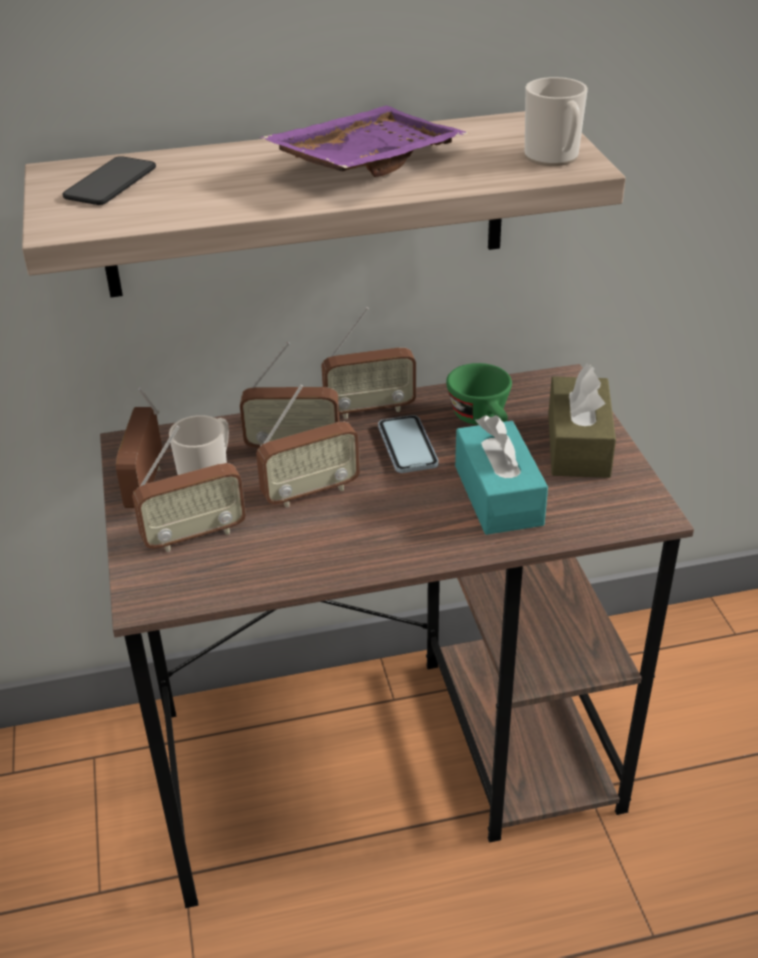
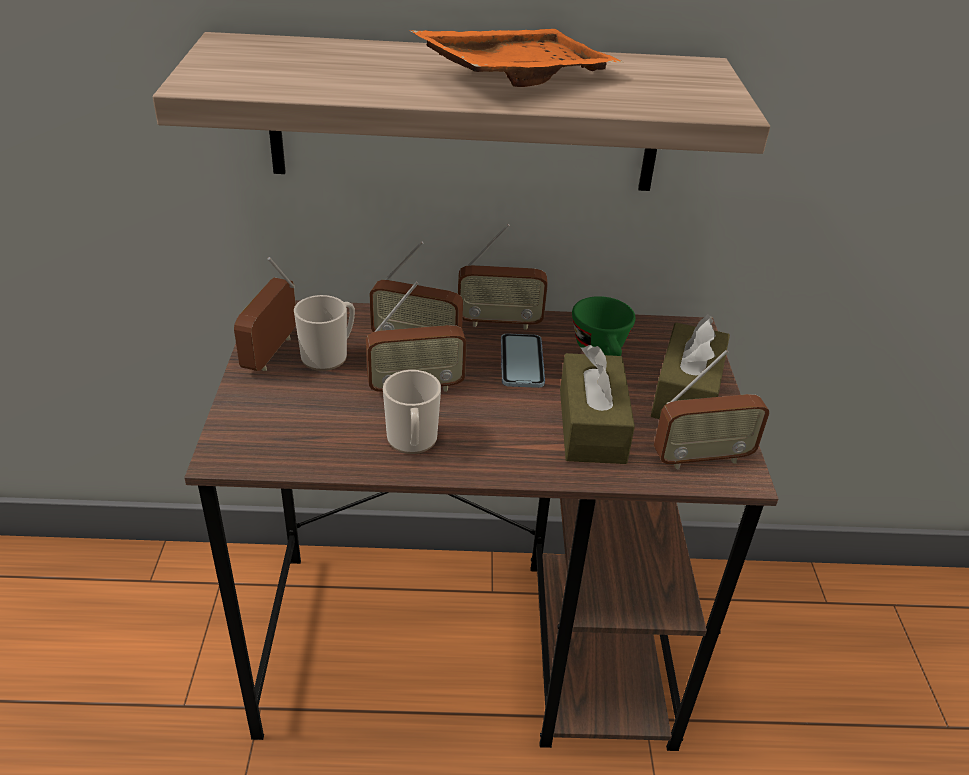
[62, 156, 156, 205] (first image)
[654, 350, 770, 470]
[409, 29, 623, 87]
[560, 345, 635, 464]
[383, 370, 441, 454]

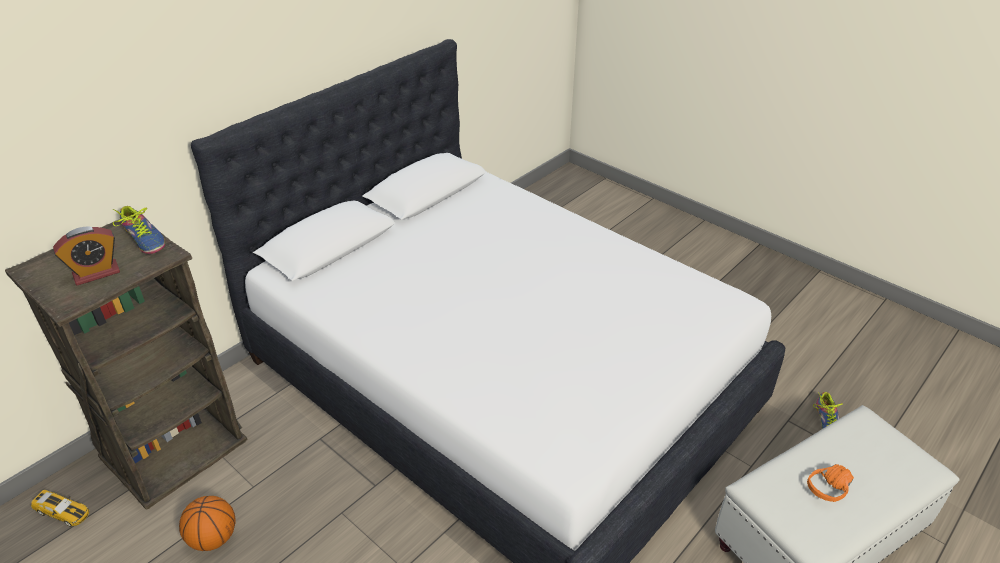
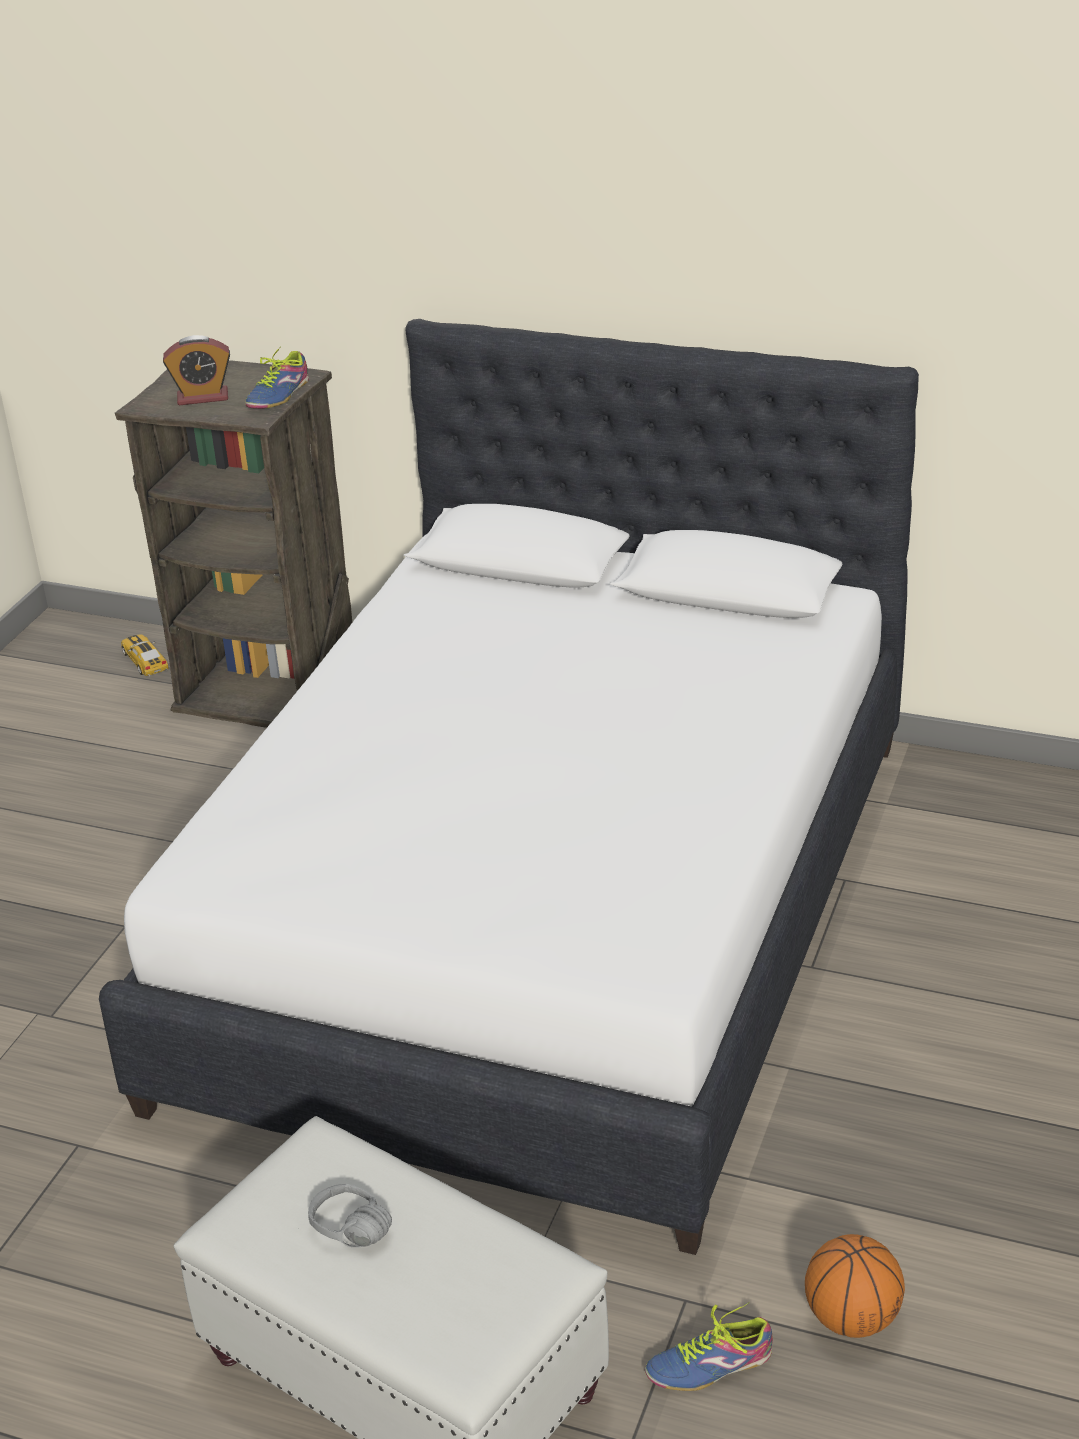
[121, 634, 169, 676]
[163, 335, 230, 405]
[805, 1234, 905, 1338]
[308, 1184, 392, 1248]

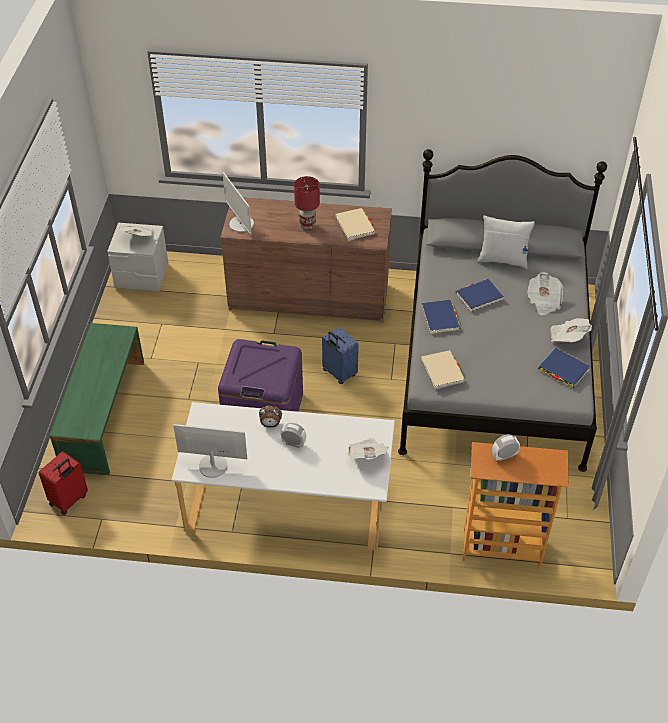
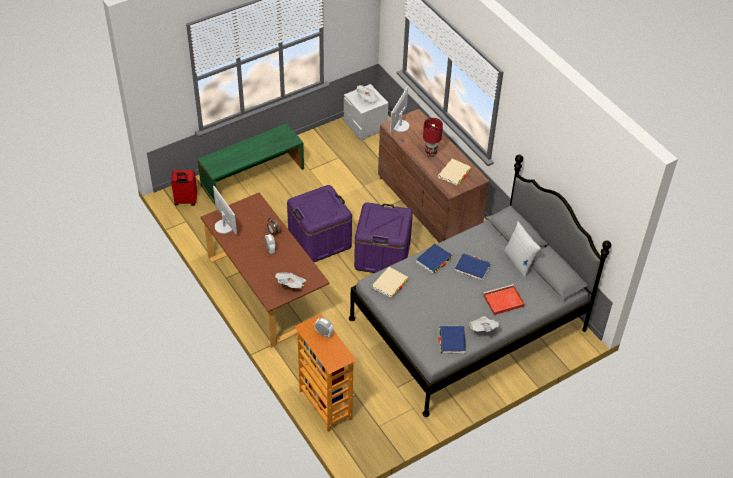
[201, 193, 330, 348]
[354, 202, 413, 273]
[483, 284, 525, 315]

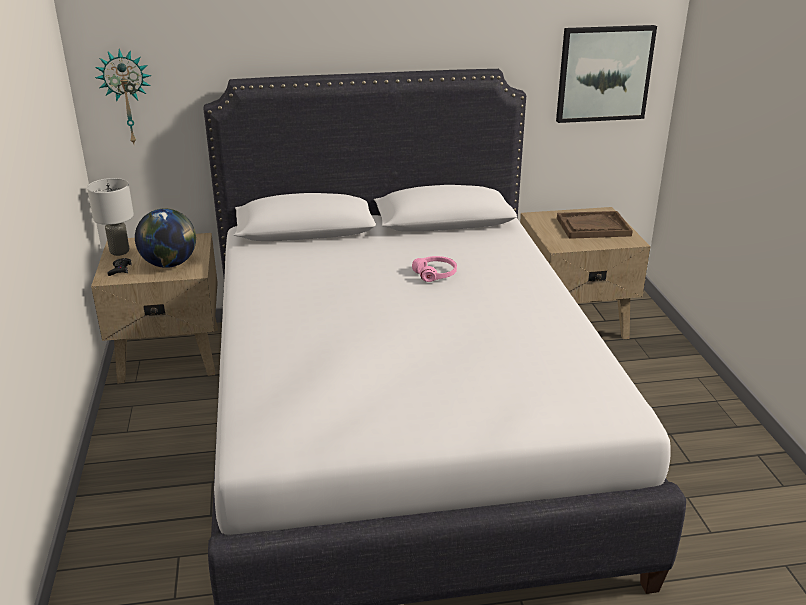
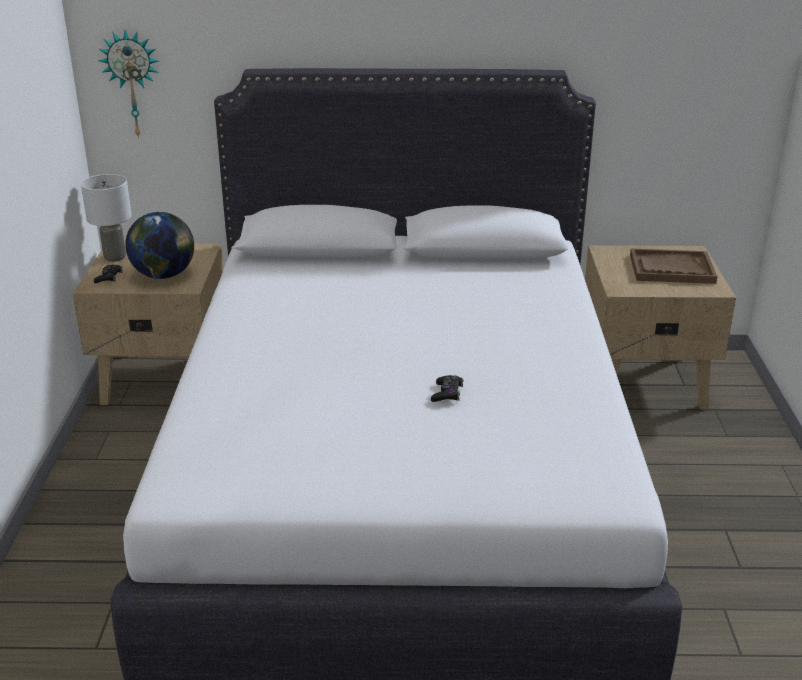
[412, 256, 457, 282] (first image)
[556, 25, 657, 123] (first image)
[431, 375, 464, 402]

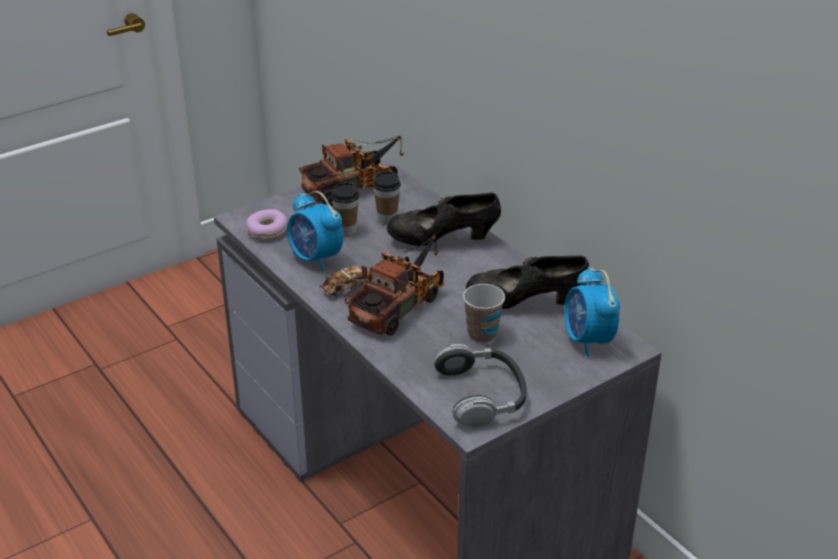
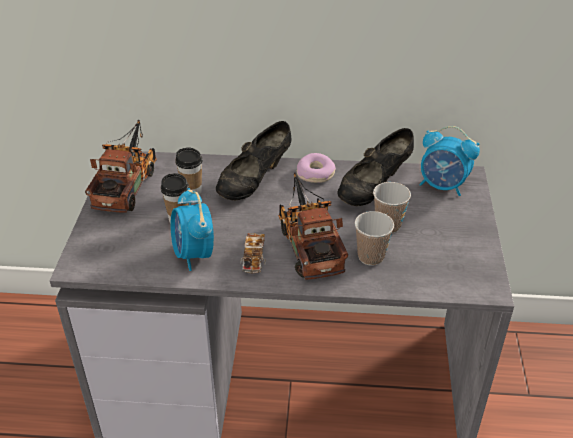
[297, 153, 336, 183]
[170, 188, 214, 271]
[434, 344, 526, 428] (first image)
[355, 211, 394, 266]

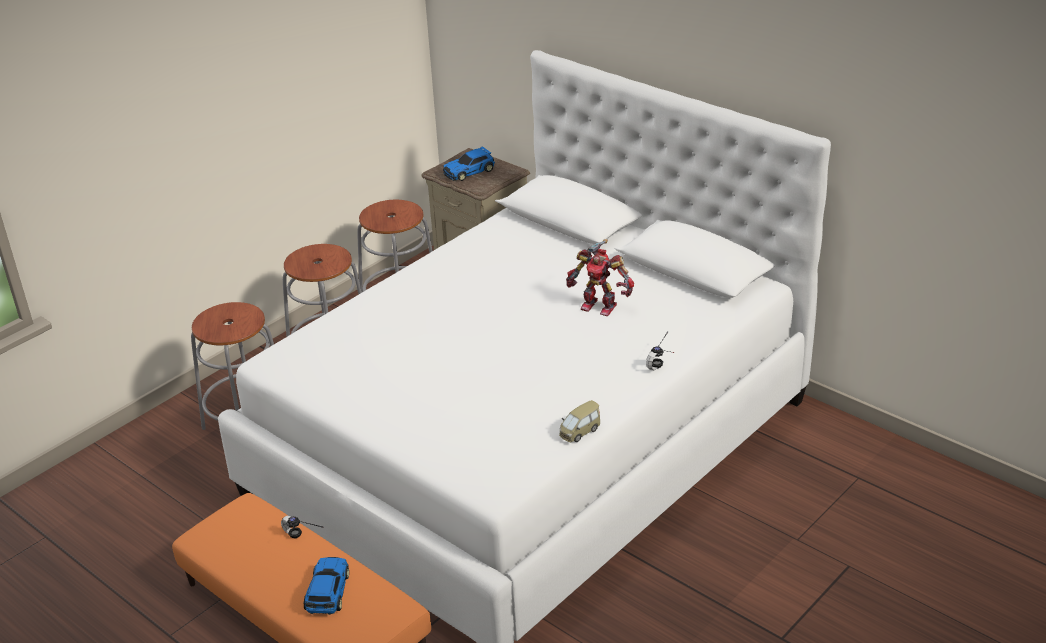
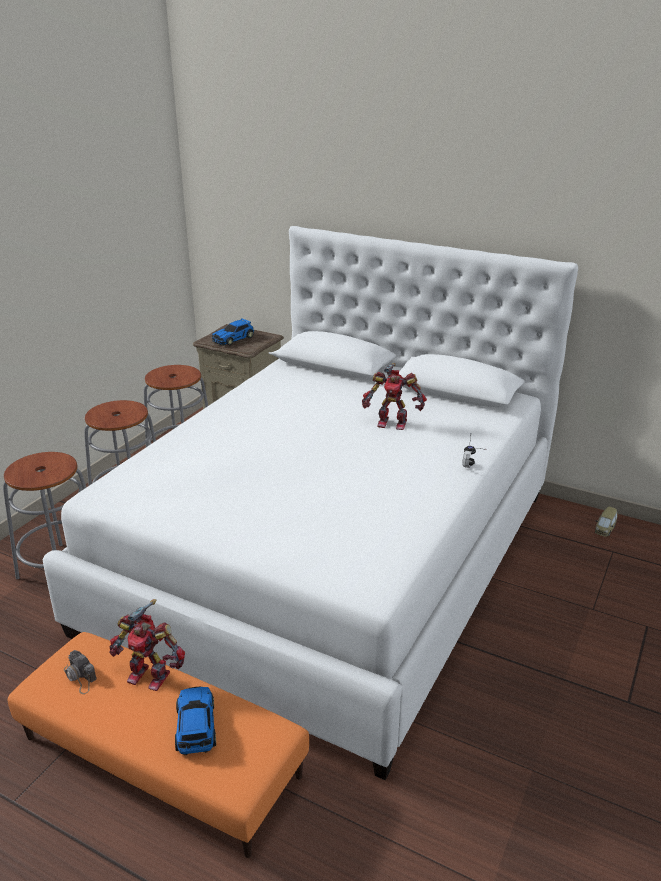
[109, 599, 185, 691]
[595, 507, 618, 537]
[64, 650, 96, 694]

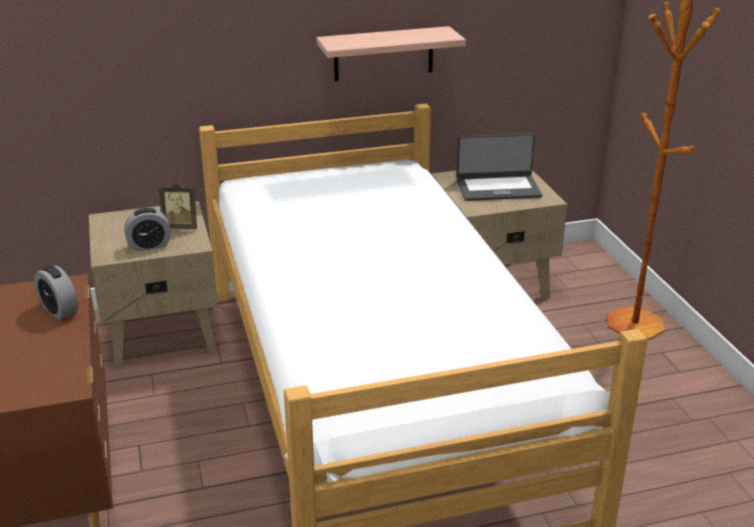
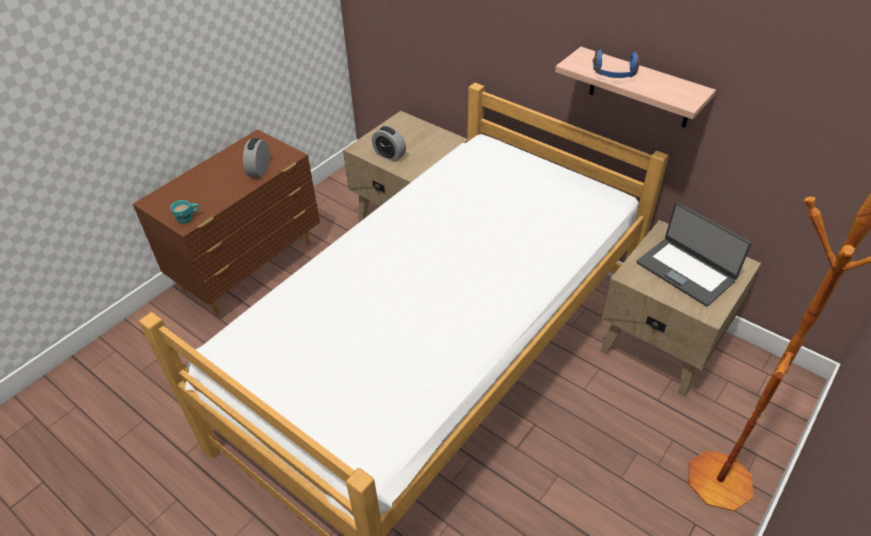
[159, 182, 197, 229] (first image)
[170, 200, 199, 224]
[593, 50, 640, 78]

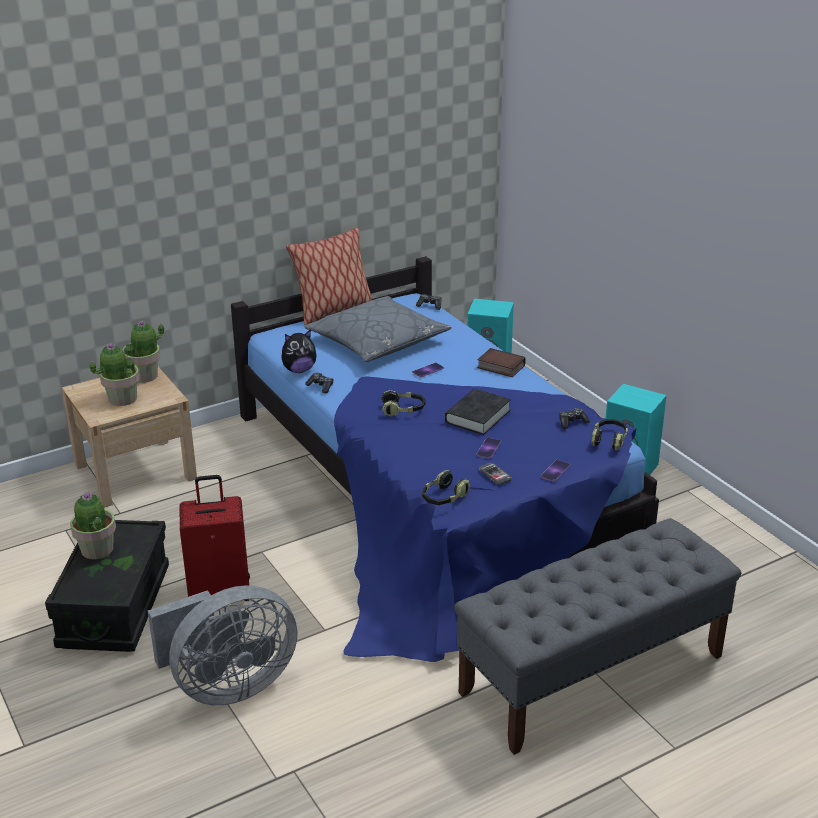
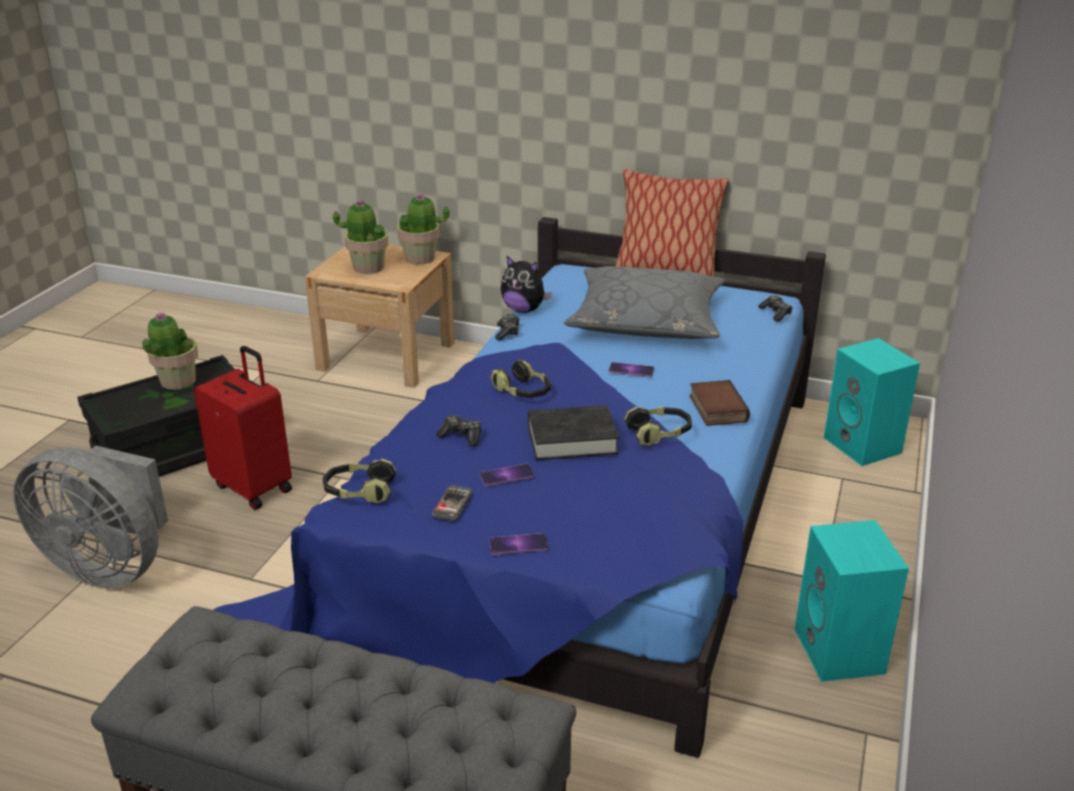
[437, 415, 481, 446]
[624, 406, 692, 446]

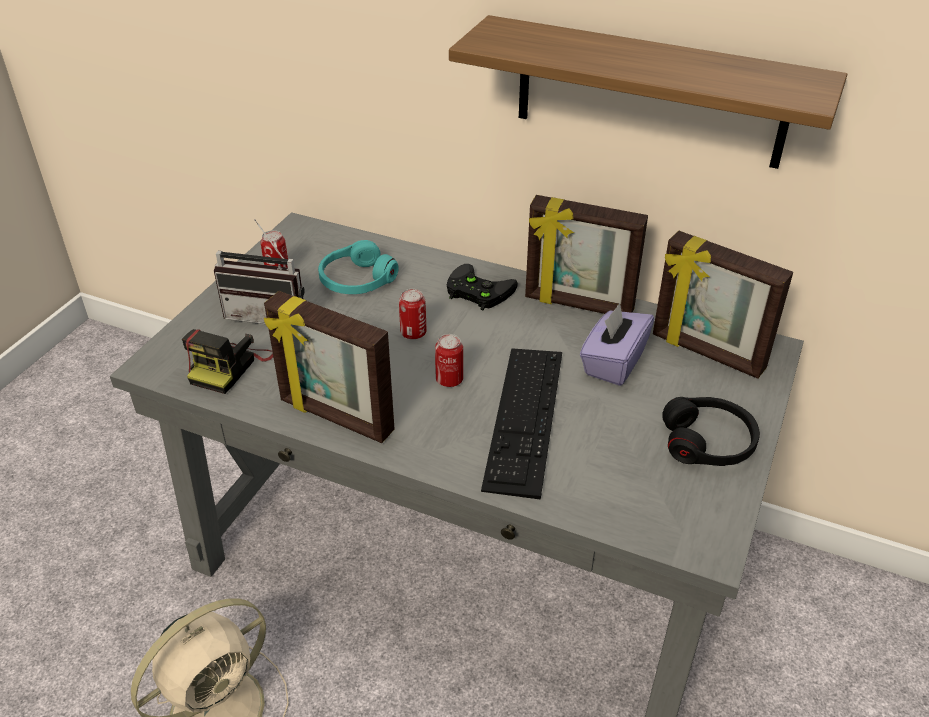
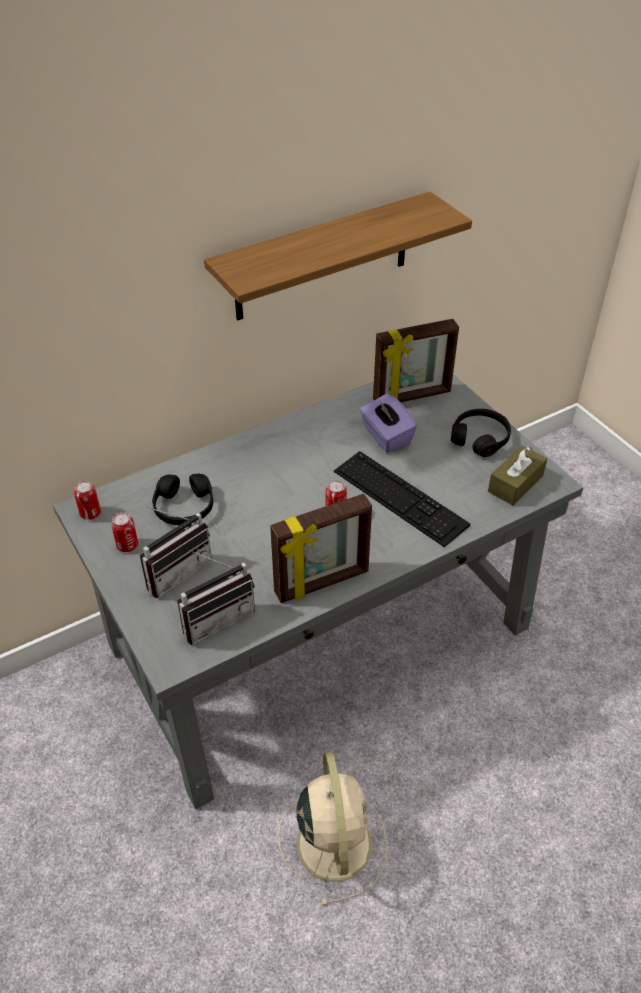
[177, 551, 255, 645]
[152, 473, 213, 525]
[74, 481, 101, 520]
[447, 264, 518, 311] (first image)
[525, 195, 648, 314] (first image)
[488, 445, 547, 506]

